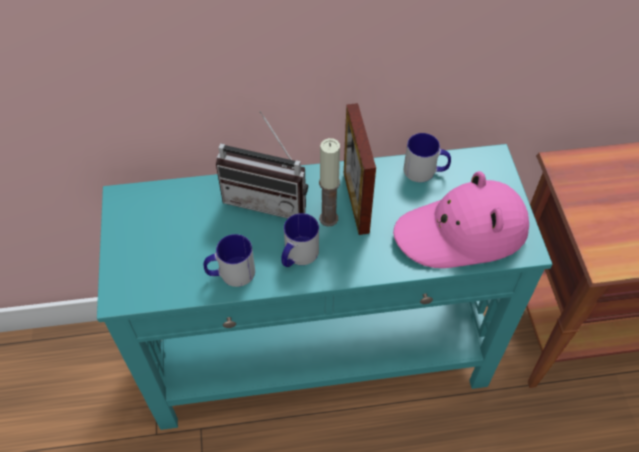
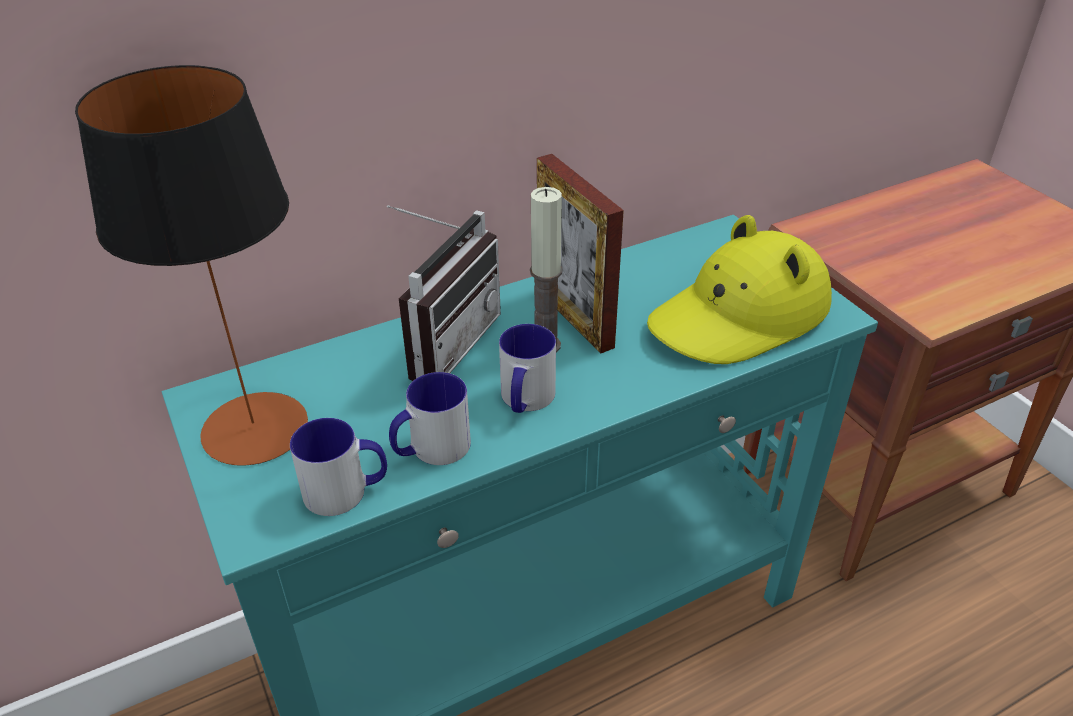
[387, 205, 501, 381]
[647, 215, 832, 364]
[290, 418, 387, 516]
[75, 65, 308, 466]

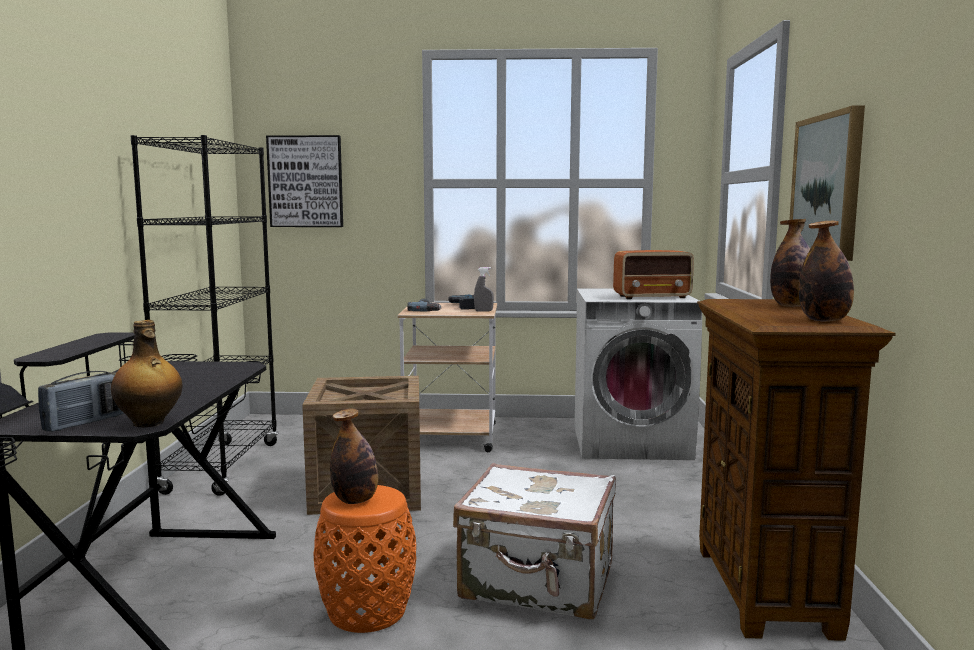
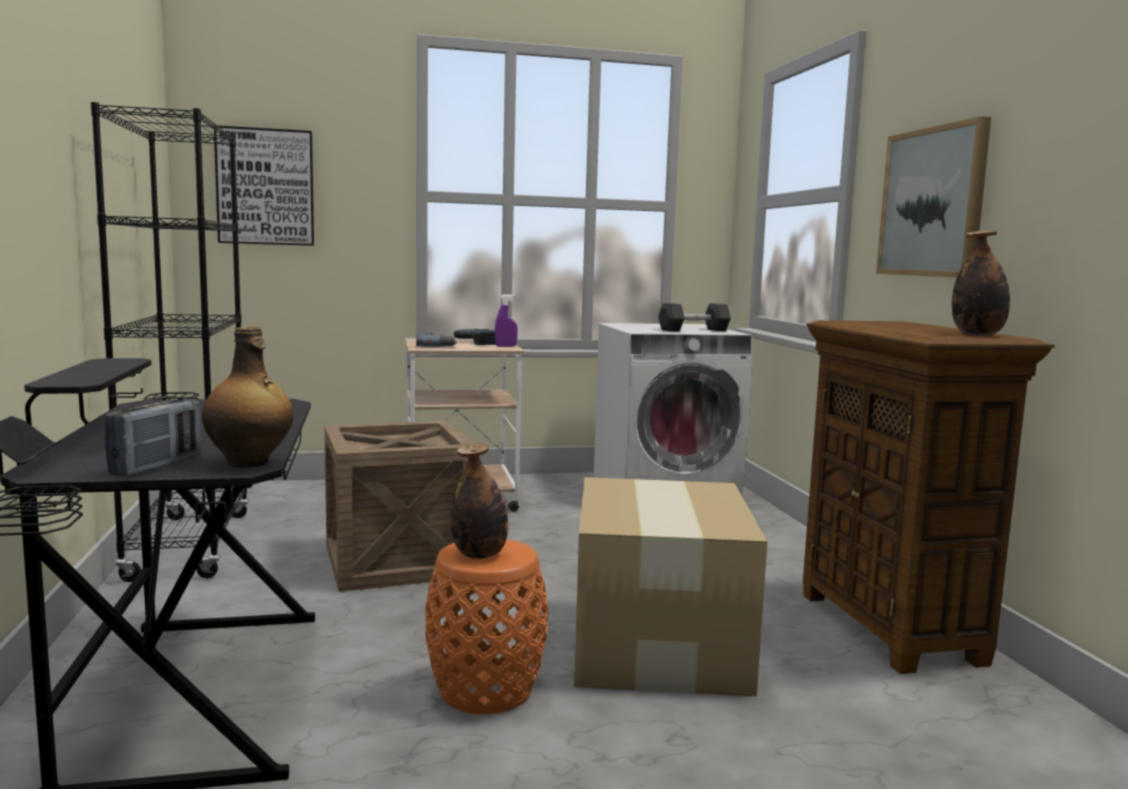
[574, 477, 768, 696]
[495, 294, 518, 347]
[658, 303, 731, 331]
[770, 219, 810, 306] (first image)

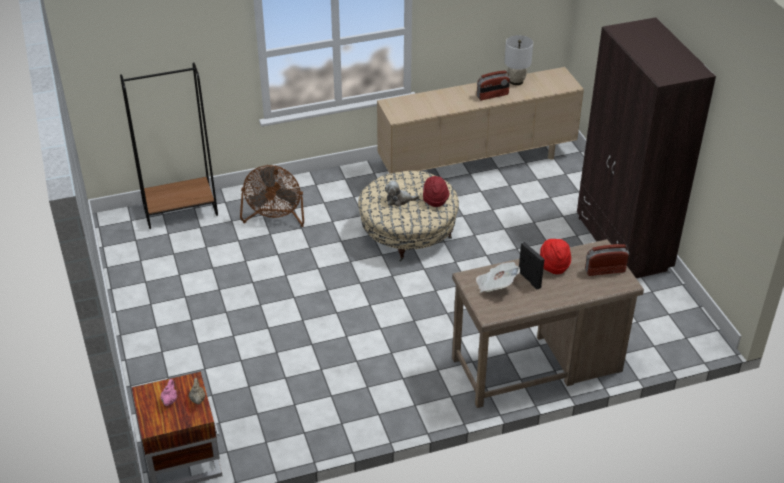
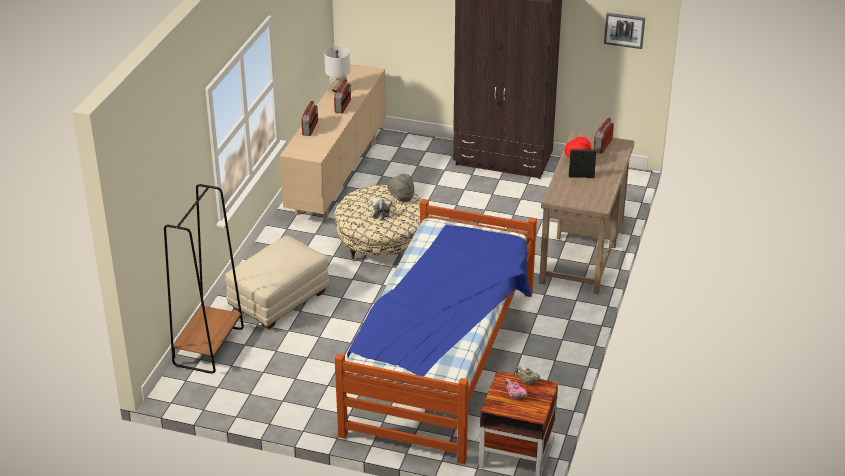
[225, 236, 329, 329]
[388, 174, 415, 202]
[476, 262, 520, 293] (first image)
[301, 101, 318, 136]
[335, 199, 537, 464]
[604, 13, 645, 49]

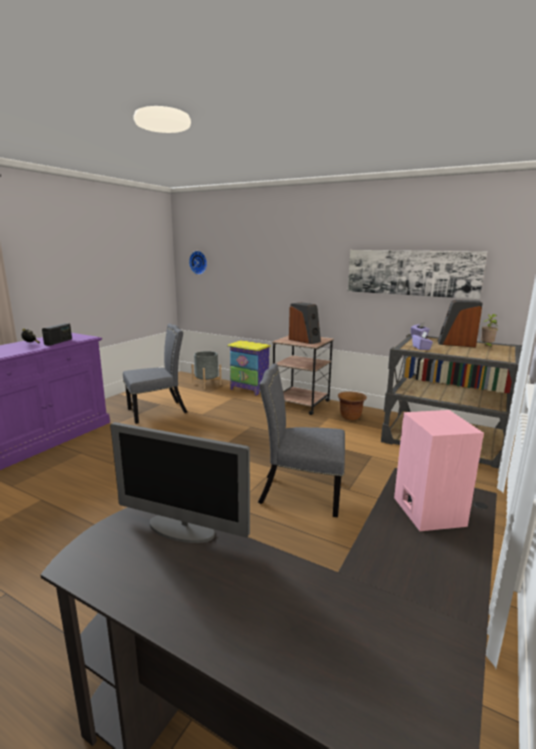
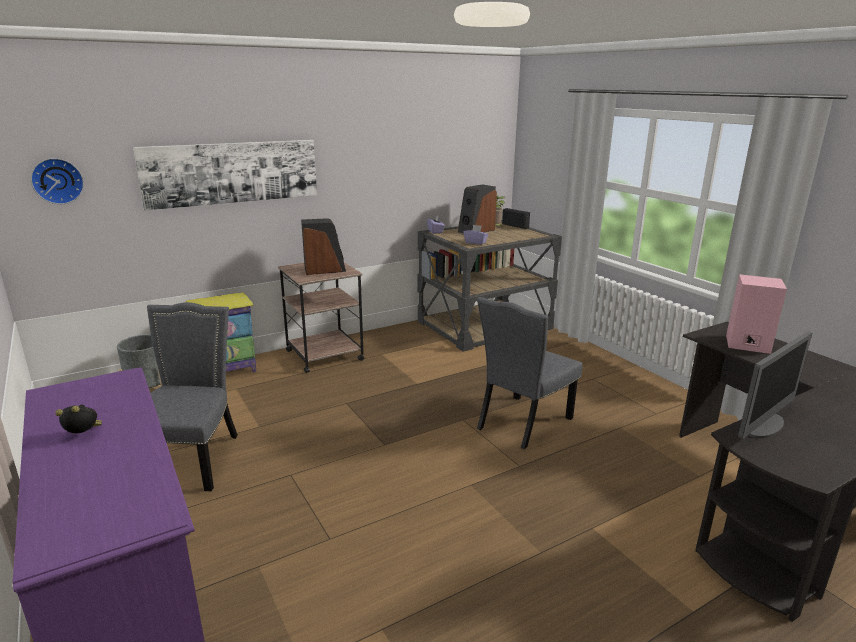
[502, 208, 530, 229]
[338, 391, 367, 420] (first image)
[133, 140, 317, 211]

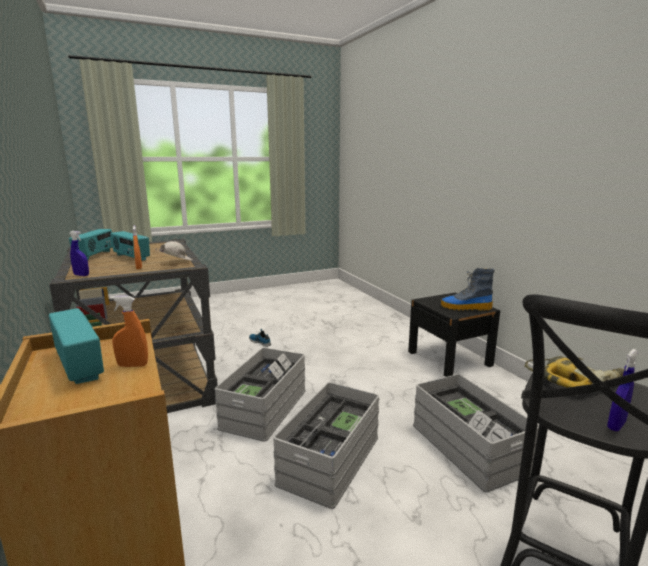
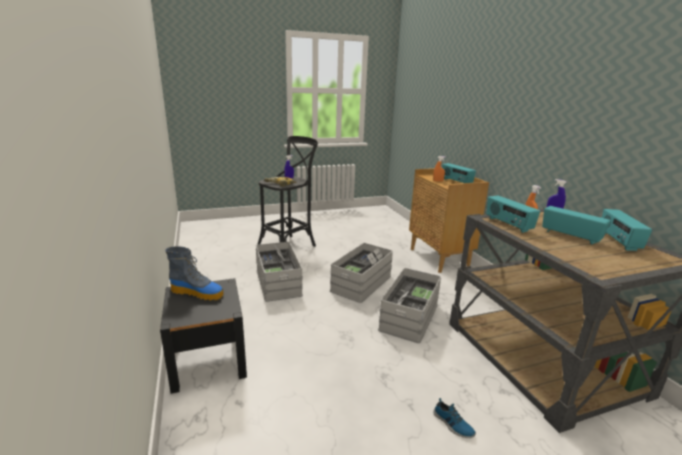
[487, 195, 540, 233]

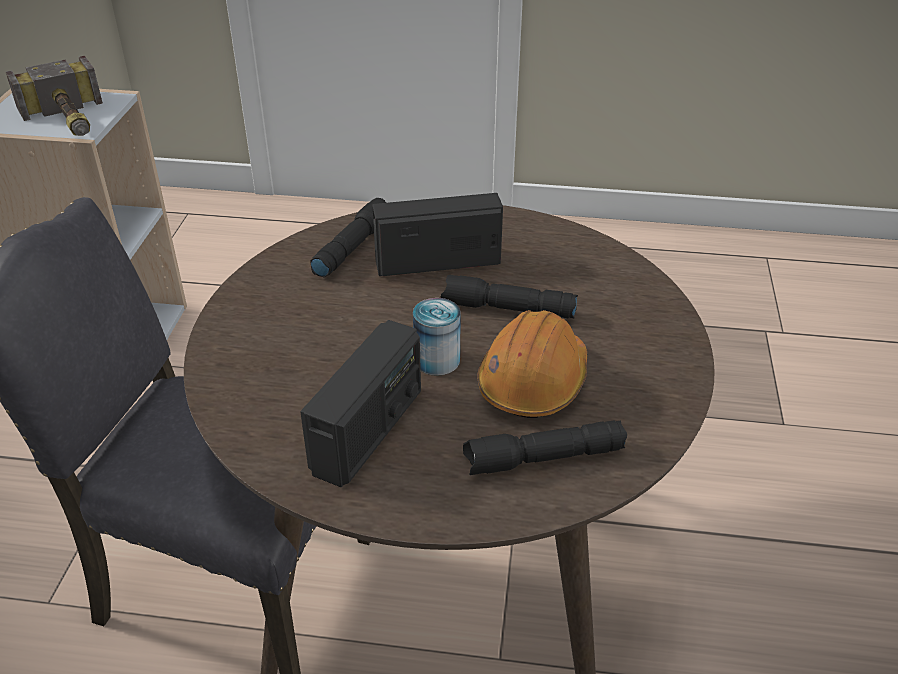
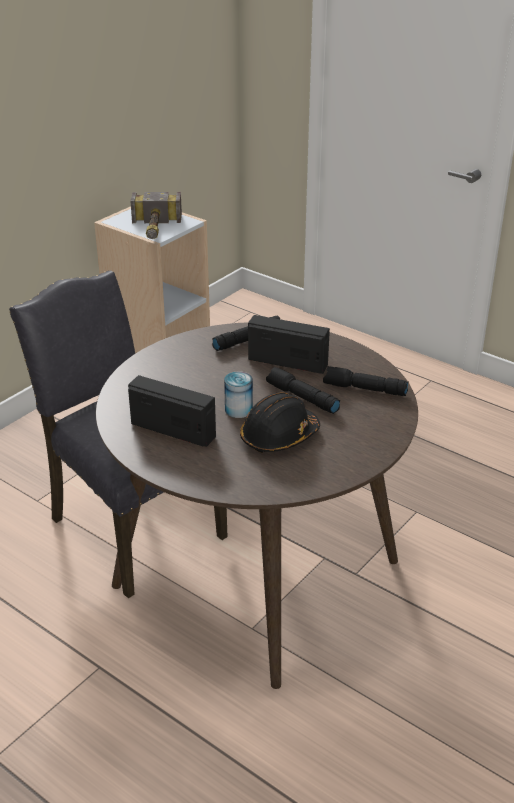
[128, 375, 216, 447]
[323, 366, 409, 396]
[240, 392, 320, 453]

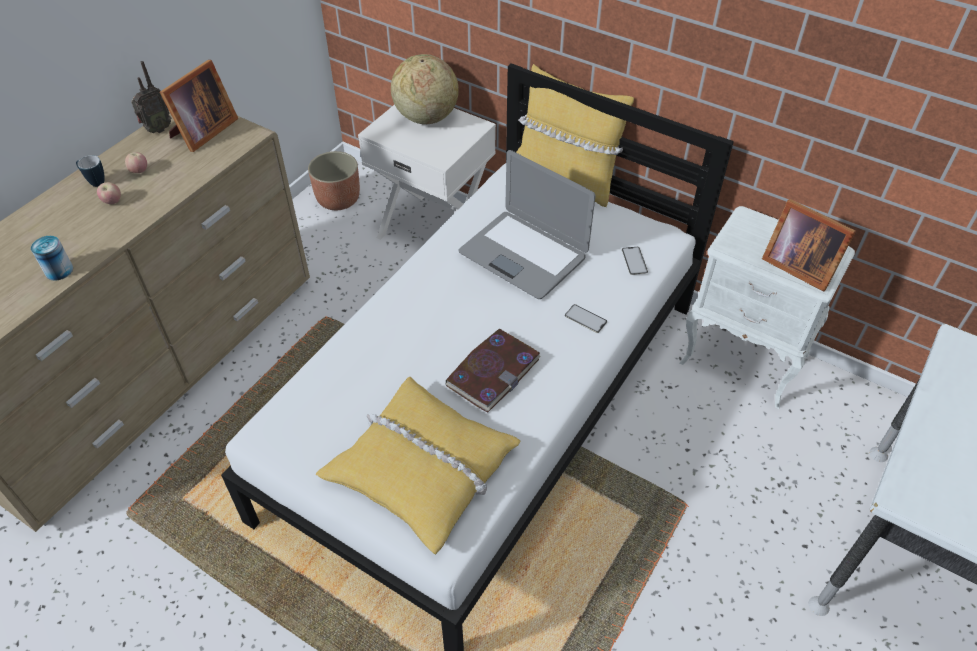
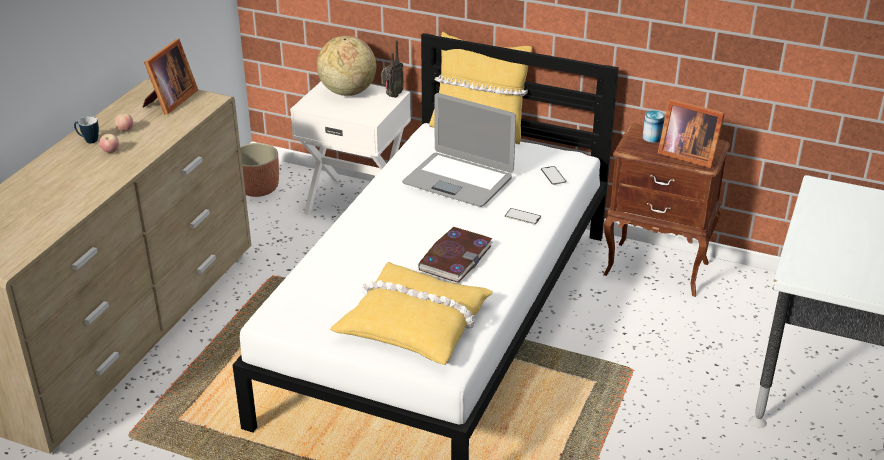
[642, 110, 665, 143]
[381, 40, 404, 98]
[603, 123, 730, 297]

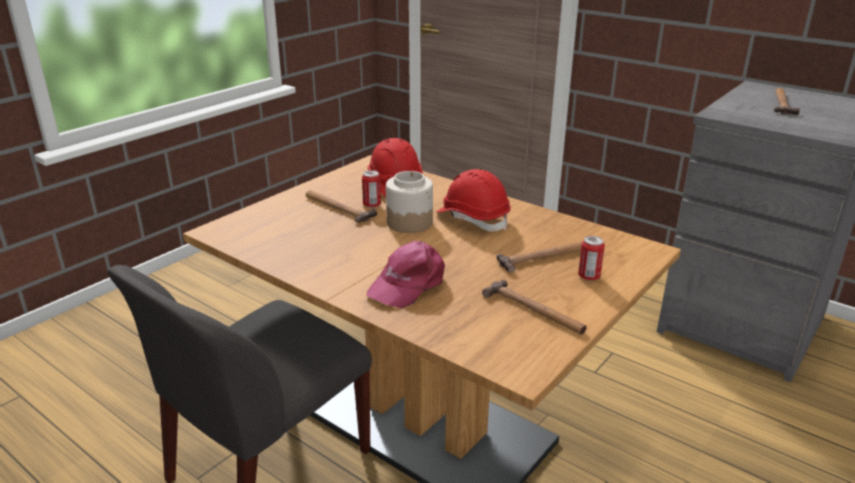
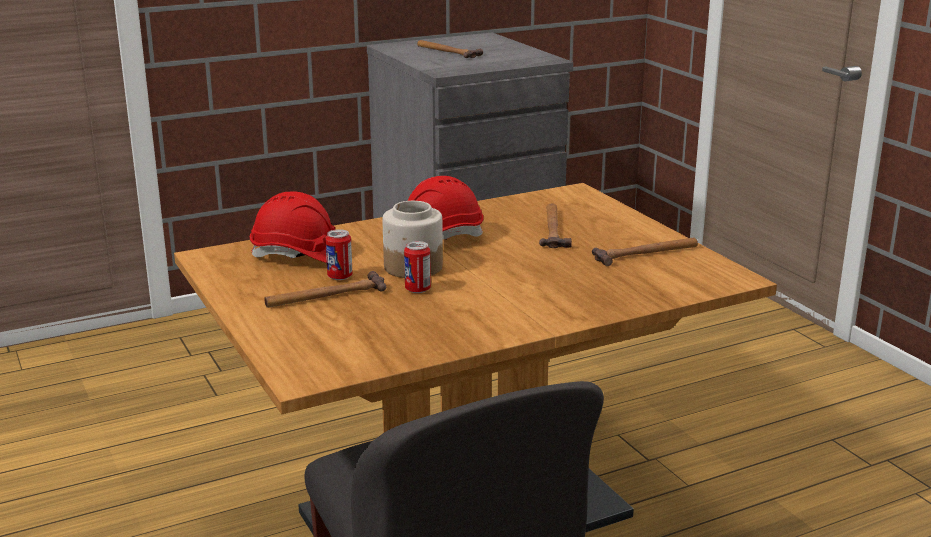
[366, 241, 445, 308] (first image)
[404, 241, 431, 293]

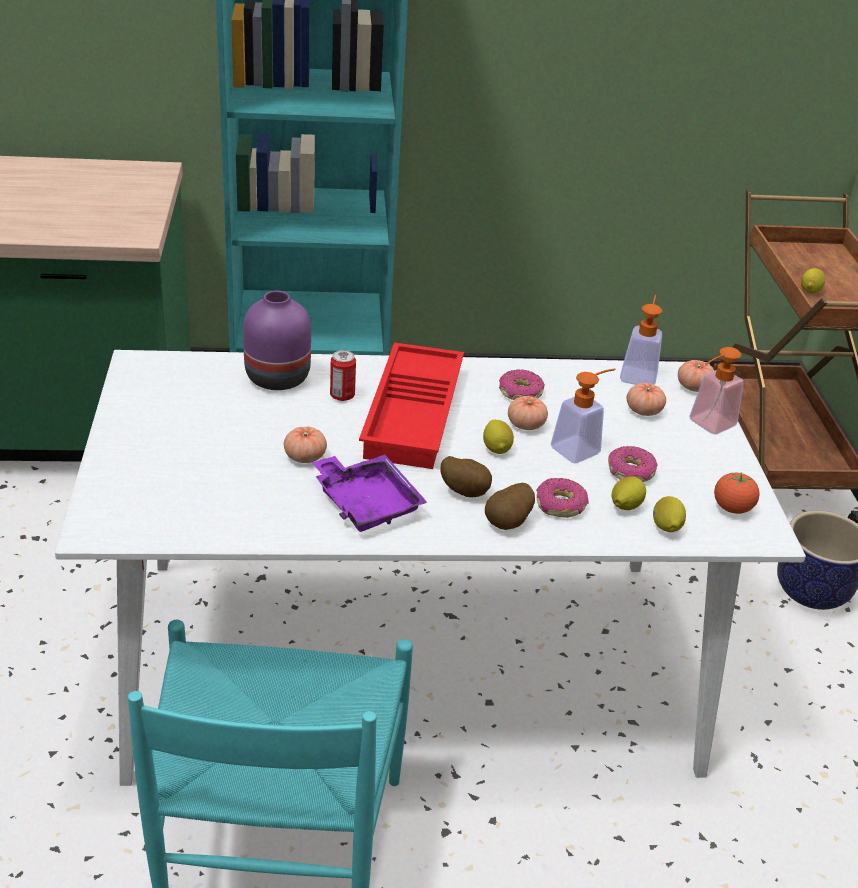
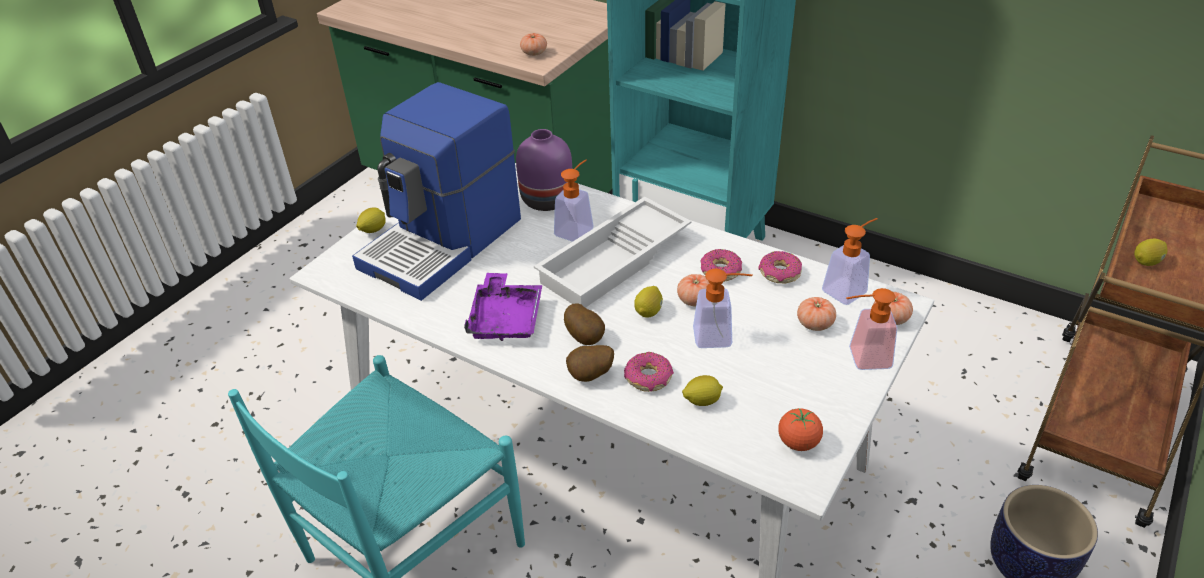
[520, 33, 547, 56]
[554, 160, 594, 242]
[534, 197, 692, 308]
[759, 251, 802, 283]
[356, 208, 386, 233]
[352, 82, 521, 301]

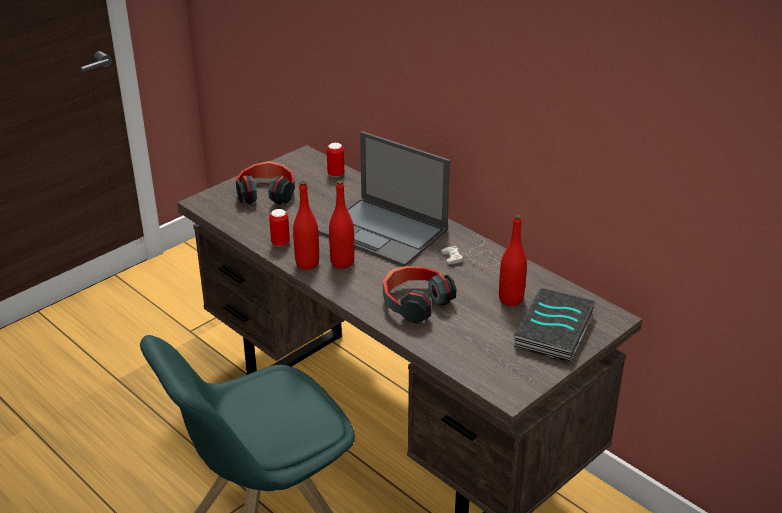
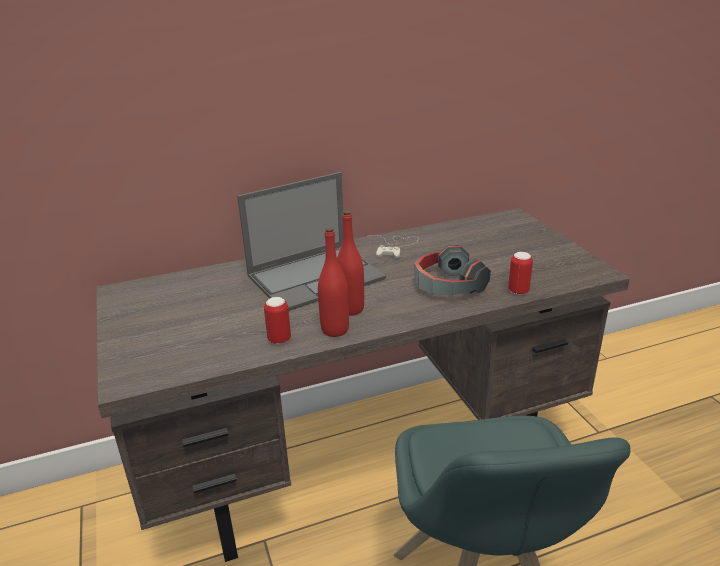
[236, 161, 295, 205] (first image)
[508, 252, 533, 295]
[499, 215, 527, 306] (first image)
[514, 288, 595, 363] (first image)

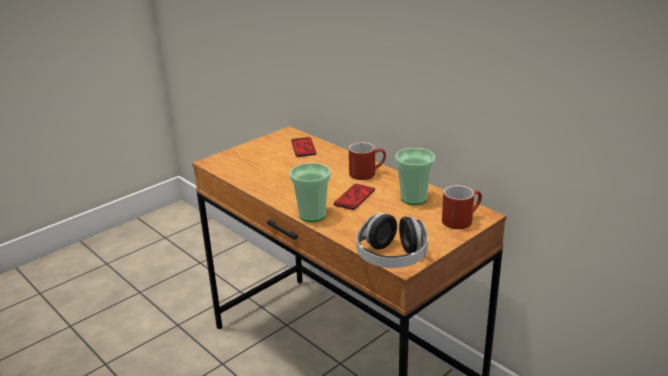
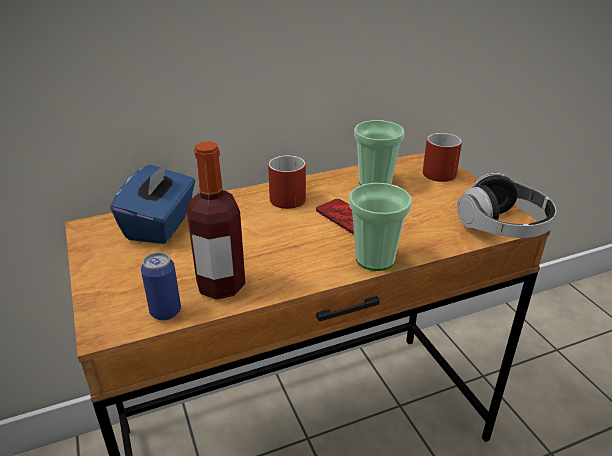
[110, 160, 195, 244]
[141, 252, 181, 321]
[187, 141, 246, 300]

